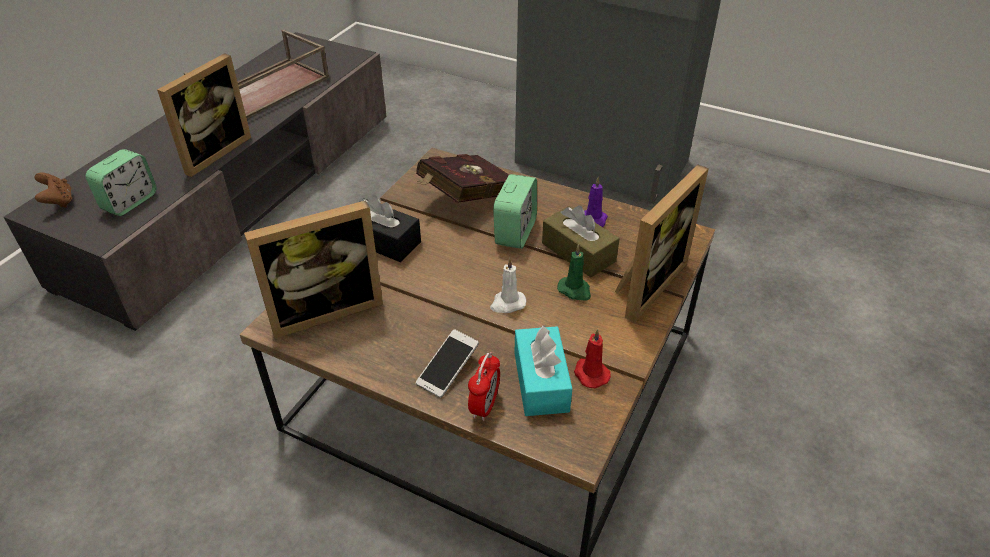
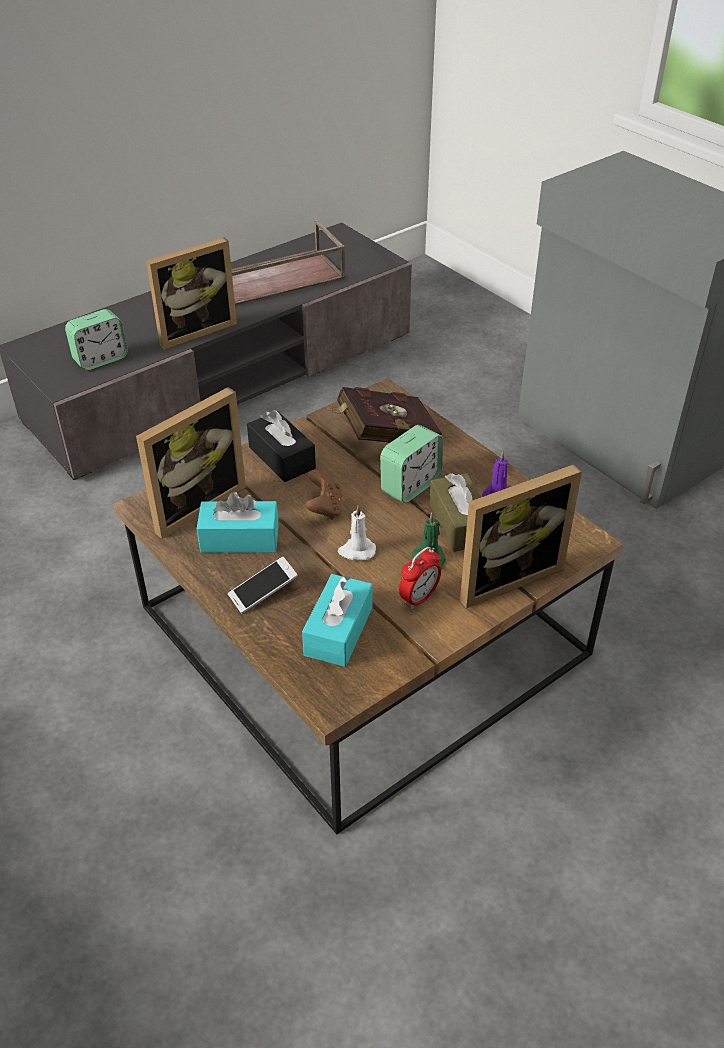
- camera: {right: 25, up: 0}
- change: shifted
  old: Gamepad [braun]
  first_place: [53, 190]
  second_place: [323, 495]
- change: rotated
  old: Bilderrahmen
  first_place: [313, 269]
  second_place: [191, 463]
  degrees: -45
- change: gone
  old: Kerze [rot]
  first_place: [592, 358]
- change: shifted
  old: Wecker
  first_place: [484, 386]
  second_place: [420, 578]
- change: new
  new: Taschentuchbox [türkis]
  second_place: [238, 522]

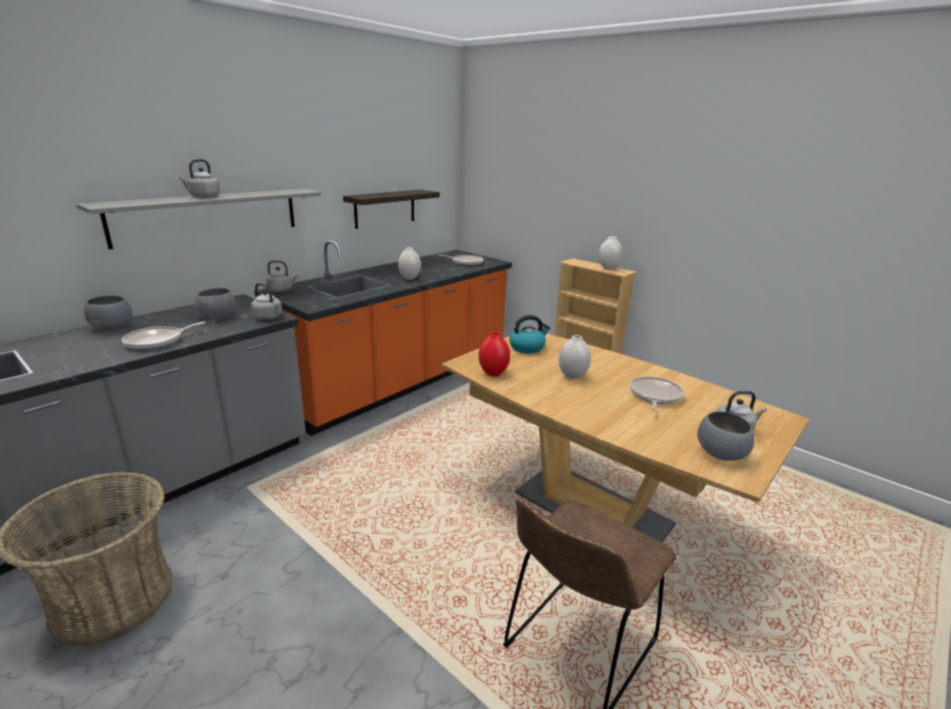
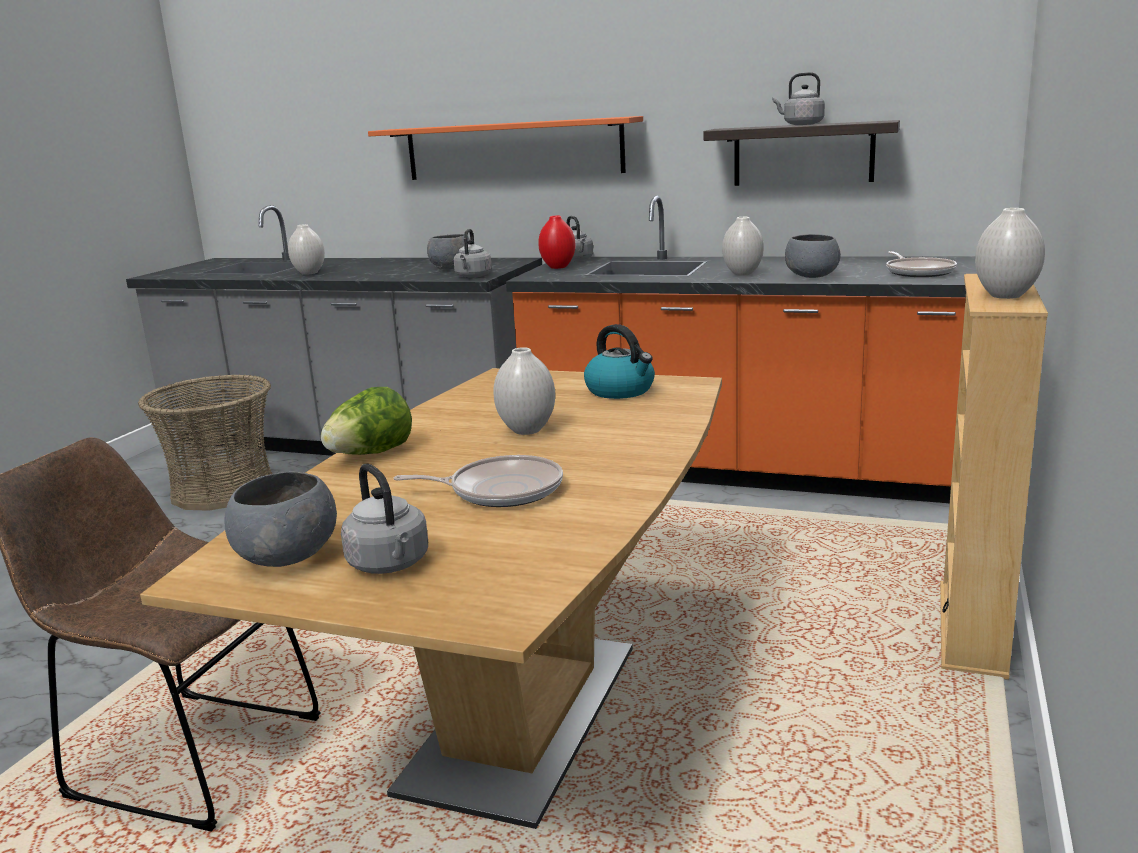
- camera: {right: 70, up: -5}
- change: shifted
  old: Wasserkessel [grau]
  first_place: [199, 178]
  second_place: [798, 98]
- change: repainted
  old: Wandregal [grau]
  new: Wandregal [orange]
  first_place: [198, 219]
  second_place: [505, 148]
- change: shifted
  old: Schüssel [grau]
  first_place: [108, 312]
  second_place: [813, 256]
- change: gone
  old: Pfanne
  first_place: [163, 336]
- change: shifted
  old: Vase [rot]
  first_place: [494, 354]
  second_place: [557, 242]
- change: new
  new: Vase [weiß]
  second_place: [306, 249]
- change: new
  new: Salatkopf
  second_place: [366, 421]

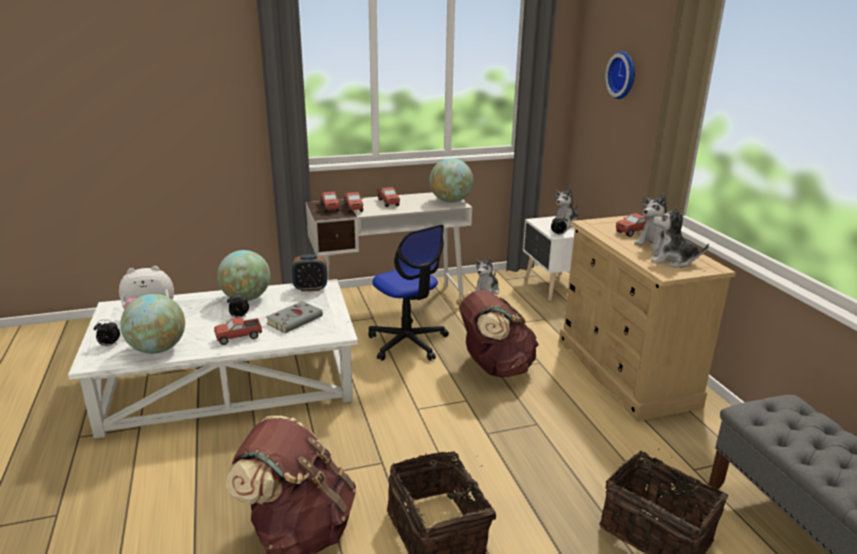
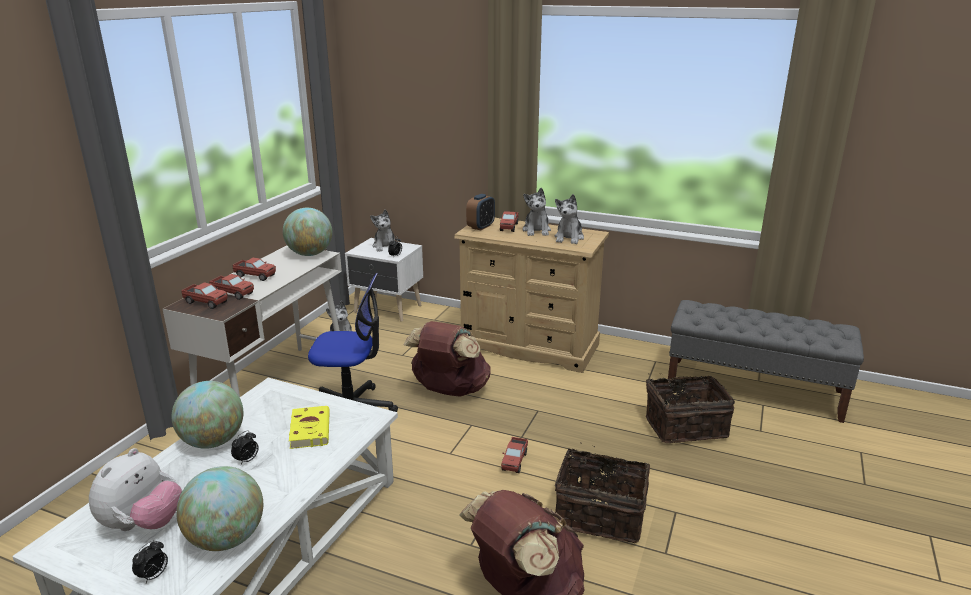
- camera: {right: -50, up: 0}
- change: gone
  old: Wanduhr
  first_place: [620, 75]
- change: rotated
  old: Plüschtier
  first_place: [680, 236]
  second_place: [569, 219]
  degrees: -45
- change: shifted
  old: Wecker
  first_place: [309, 273]
  second_place: [480, 212]
- change: repainted
  old: Buch [grau]
  new: Buch [gelb]
  first_place: [294, 317]
  second_place: [309, 427]
- change: shifted
  old: Spielzeuglaster
  first_place: [238, 331]
  second_place: [514, 455]

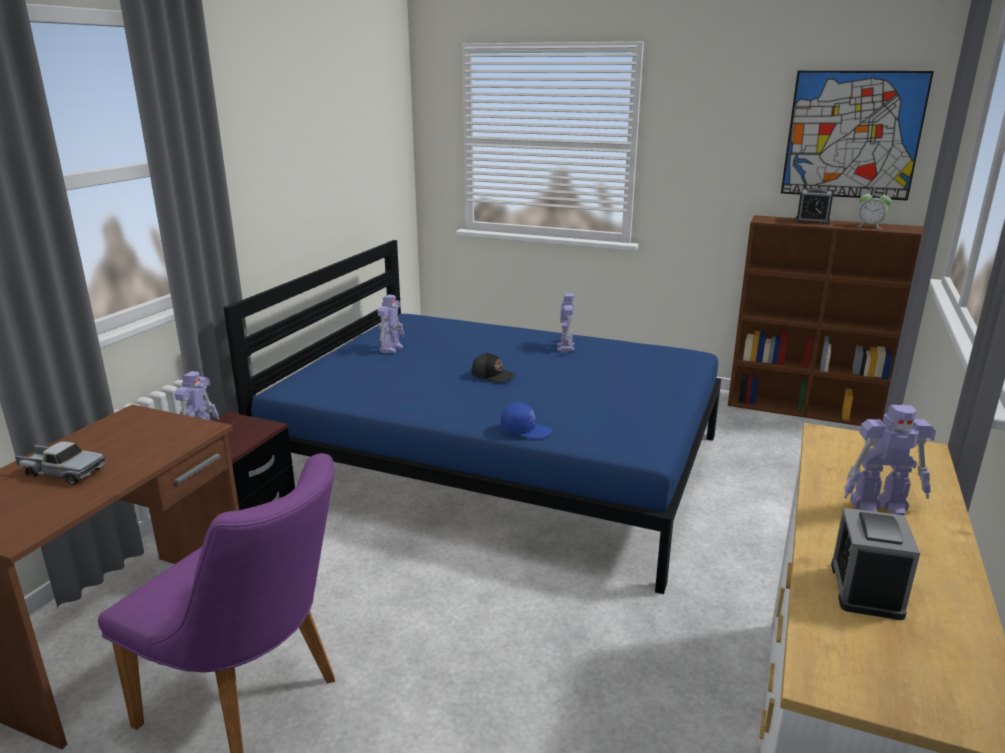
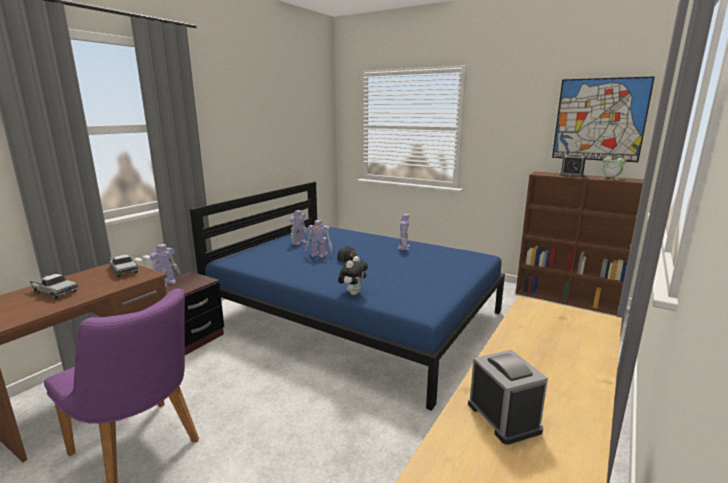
- camera: {right: 10, up: -5}
- change: swapped
  old: Kappe [blau]
  new: Plüschtier
  first_place: [526, 421]
  second_place: [353, 275]
- change: shifted
  old: Spielzeugroboter
  first_place: [890, 460]
  second_place: [318, 239]
- change: rotated
  old: Wecker
  first_place: [875, 564]
  second_place: [508, 397]
  degrees: 135
- change: new
  new: Spielzeuglaster
  second_place: [124, 265]

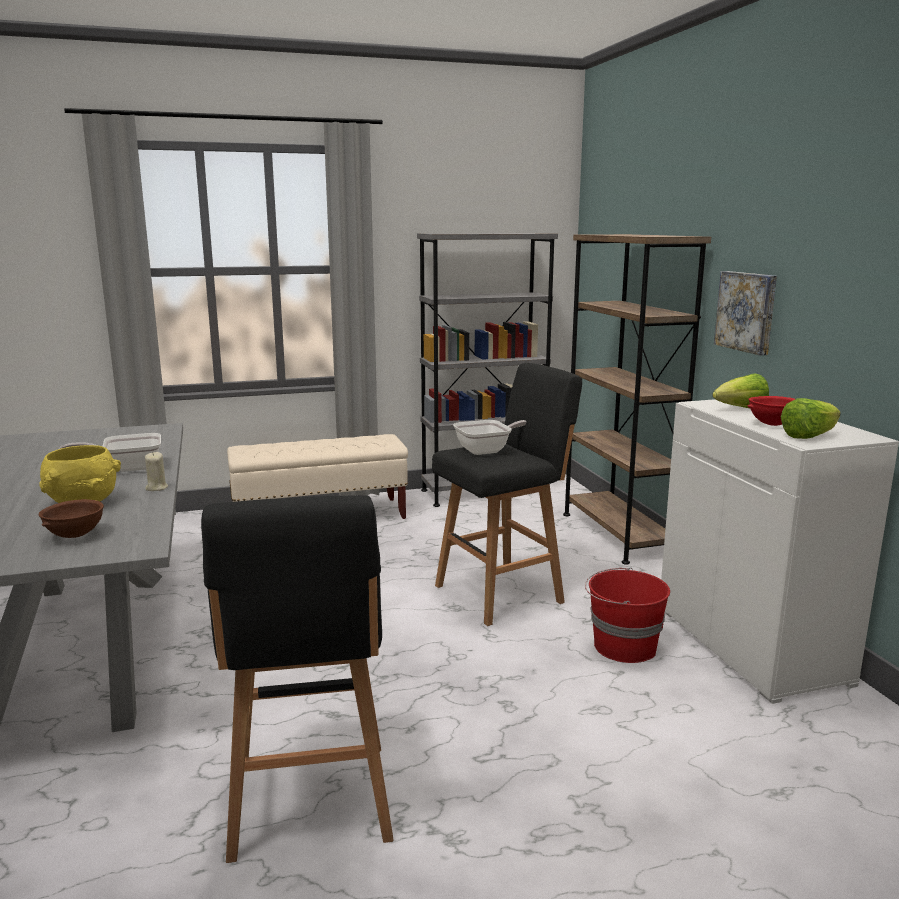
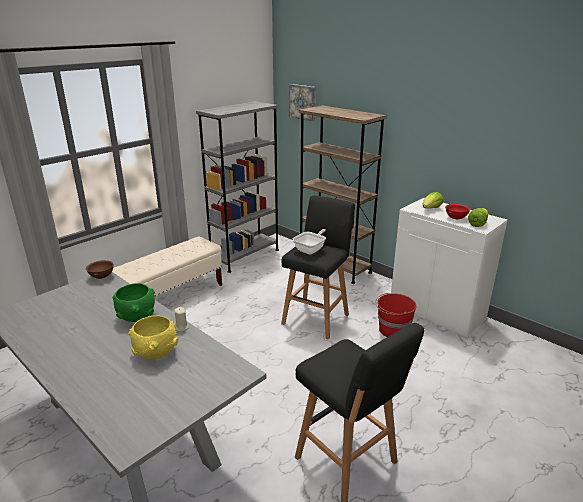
- camera: {right: -30, up: 10}
- change: shifted
  old: Bild
  first_place: [745, 313]
  second_place: [302, 102]
- change: swapped
  old: Pfanne
  new: Schüssel [grün]
  first_place: [110, 452]
  second_place: [133, 302]
- change: shifted
  old: Schüssel [braun]
  first_place: [71, 518]
  second_place: [100, 269]

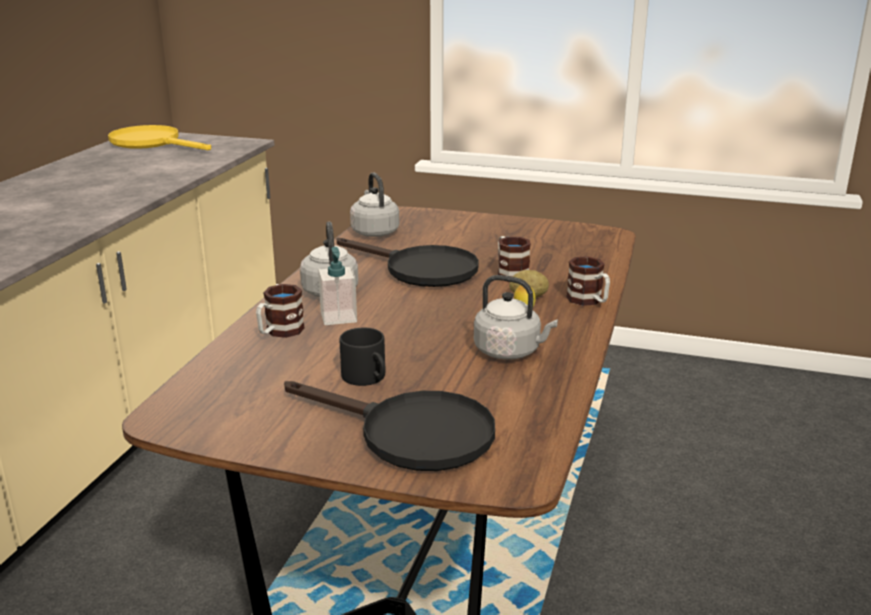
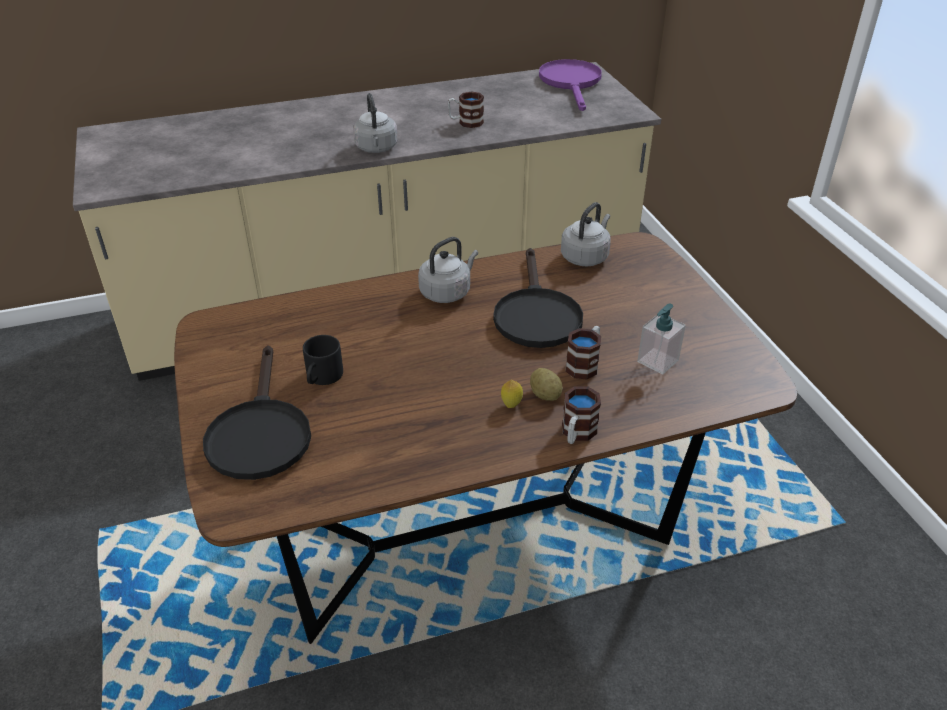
- camera: {right: 55, up: 15}
- change: repainted
  old: Pfanne [gelb]
  new: Pfanne [lila]
  first_place: [159, 137]
  second_place: [570, 85]
- change: shifted
  old: Seifenspender
  first_place: [337, 286]
  second_place: [661, 339]
- change: shifted
  old: Wasserkessel [grau]
  first_place: [516, 317]
  second_place: [375, 123]
- change: shifted
  old: Henkelbecher
  first_place: [280, 311]
  second_place: [466, 109]

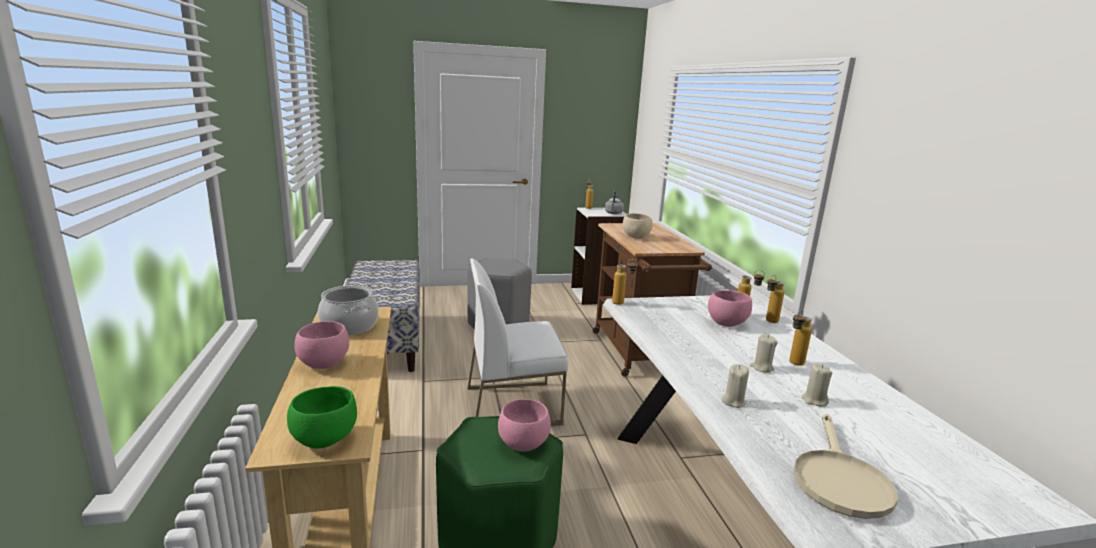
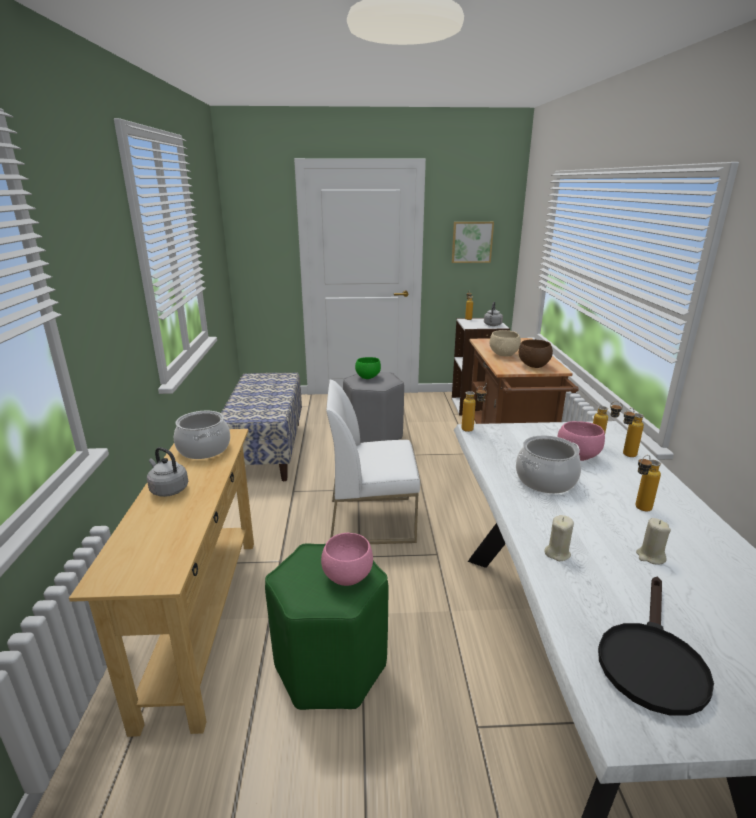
- camera: {right: 10, up: 5}
- change: swapped
  old: Schüssel [rosa]
  new: Wasserkessel [grau]
  first_place: [321, 345]
  second_place: [167, 472]
- change: gone
  old: Kerze [beige]
  first_place: [763, 353]
- change: shifted
  old: Schüssel [grün]
  first_place: [322, 417]
  second_place: [368, 368]
- change: repainted
  old: Pfanne [beige]
  new: Pfanne [schwarz]
  first_place: [845, 466]
  second_place: [656, 646]
- change: new
  new: Bild
  second_place: [473, 242]
- change: new
  new: Schüssel [braun]
  second_place: [536, 353]
- change: new
  new: Kochtopf
  second_place: [548, 464]

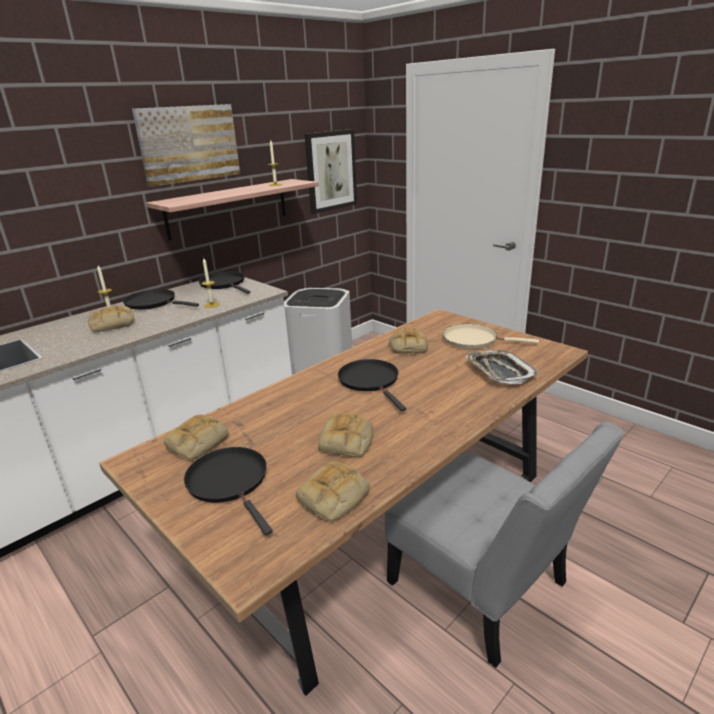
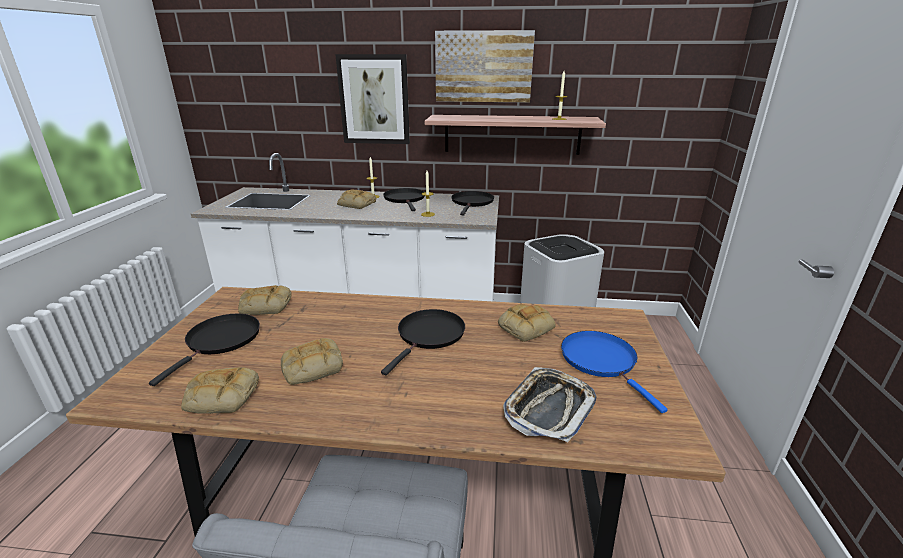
- camera: {right: 50, up: 0}
- change: shifted
  old: Bild
  first_place: [331, 171]
  second_place: [372, 99]
- change: repainted
  old: Pfanne [beige]
  new: Pfanne [blau]
  first_place: [491, 336]
  second_place: [614, 372]

